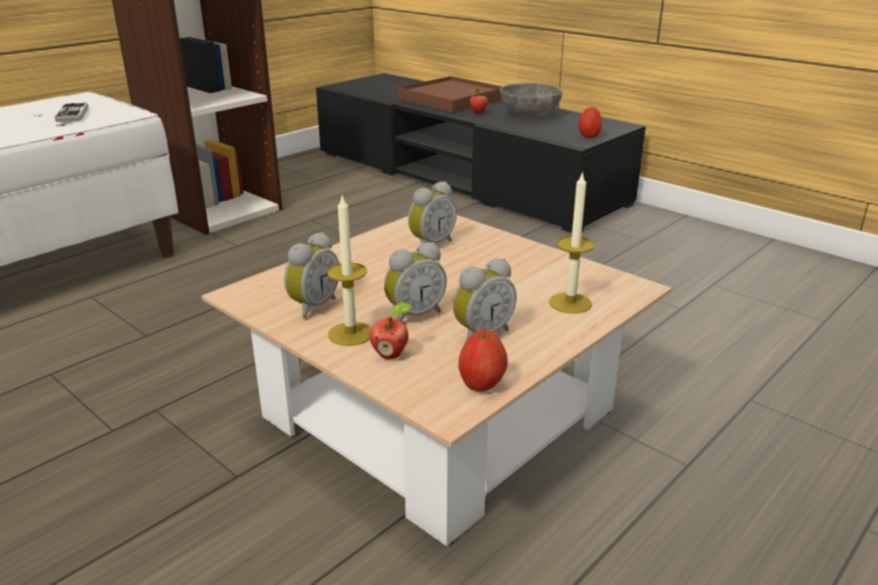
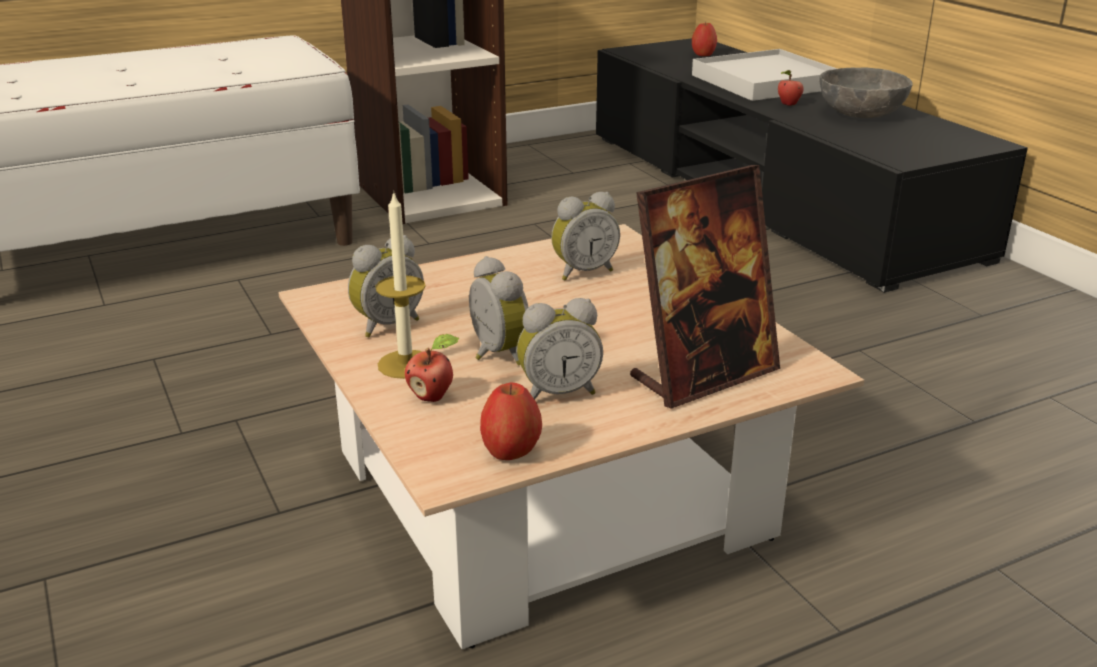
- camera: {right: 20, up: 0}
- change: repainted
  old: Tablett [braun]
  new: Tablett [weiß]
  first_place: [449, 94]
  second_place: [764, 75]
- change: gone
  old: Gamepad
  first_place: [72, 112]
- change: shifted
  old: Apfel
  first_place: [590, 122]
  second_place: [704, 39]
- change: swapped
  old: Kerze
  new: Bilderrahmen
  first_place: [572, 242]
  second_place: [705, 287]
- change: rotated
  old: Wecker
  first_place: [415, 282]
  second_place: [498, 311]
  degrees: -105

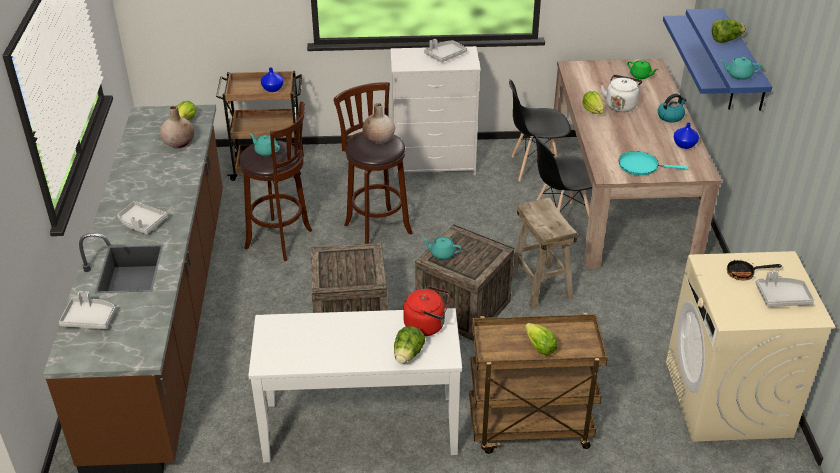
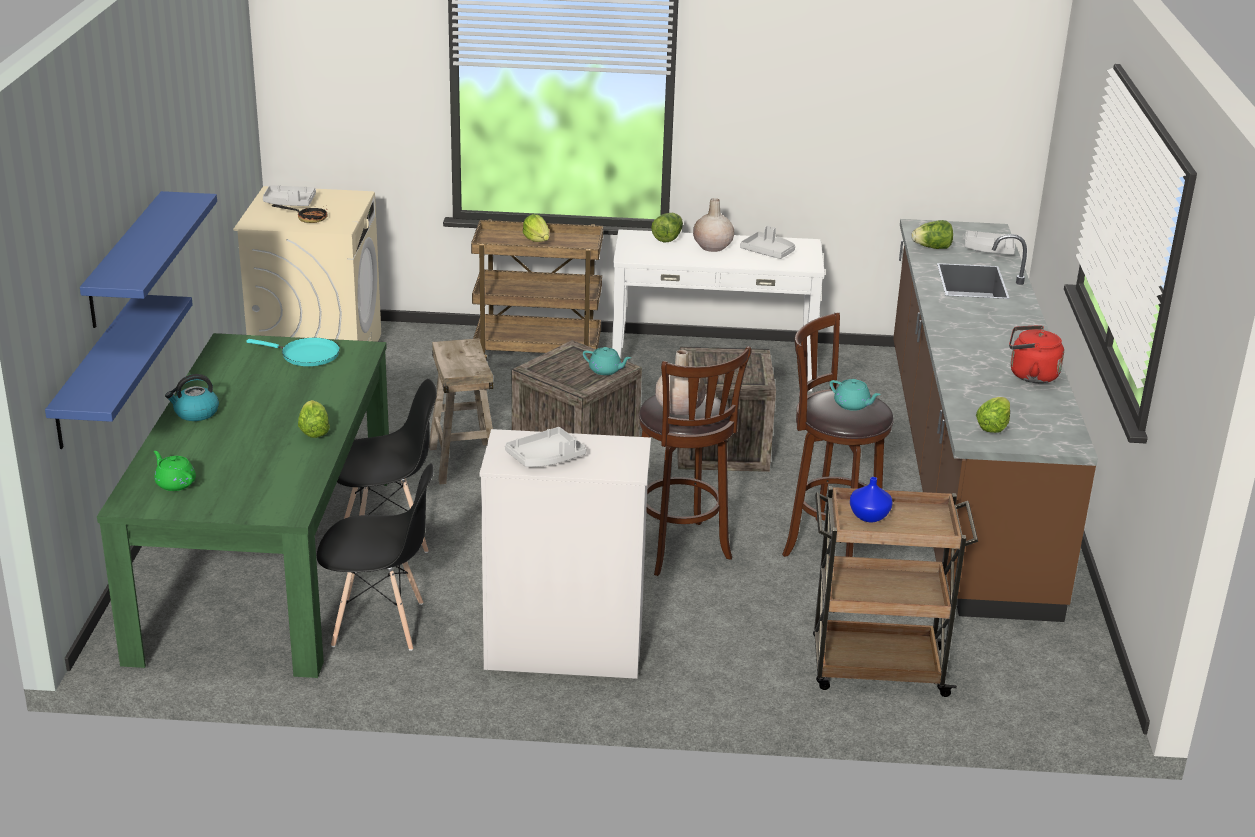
- camera: {right: -175, up: -10}
- change: shifted
  old: Salatkopf
  first_place: [729, 31]
  second_place: [932, 234]
- change: gone
  old: Teekanne [türkis]
  first_place: [741, 68]
- change: repainted
  old: Esstisch [beige]
  new: Esstisch [grün]
  first_place: [638, 164]
  second_place: [243, 505]
- change: gone
  old: Wasserkessel [weiß]
  first_place: [621, 93]
- change: shifted
  old: Vase [beige]
  first_place: [177, 127]
  second_place: [713, 225]
- change: gone
  old: Vase [blau]
  first_place: [686, 135]
- change: shifted
  old: Tablett [grau]
  first_place: [142, 217]
  second_place: [767, 242]
- change: shifted
  old: Wasserkessel [rot]
  first_place: [426, 311]
  second_place: [1036, 354]

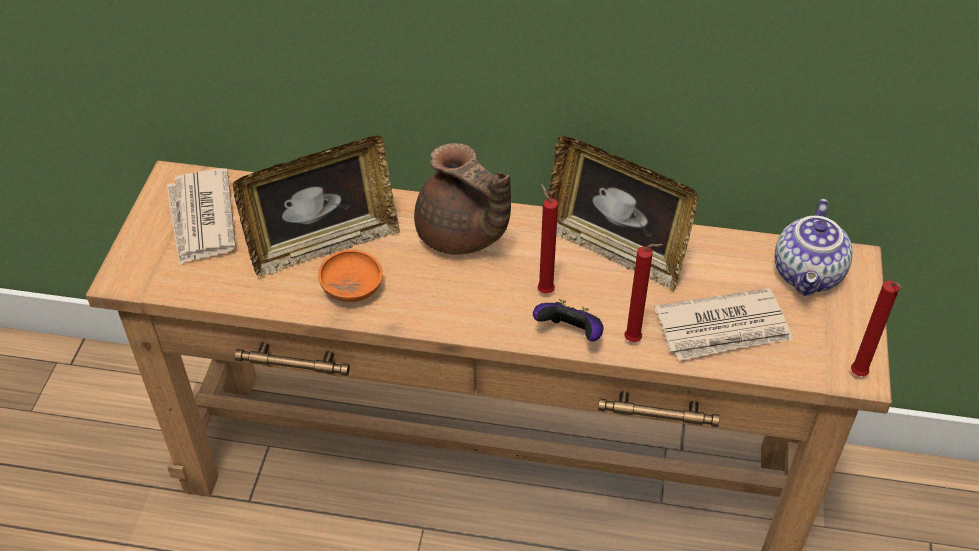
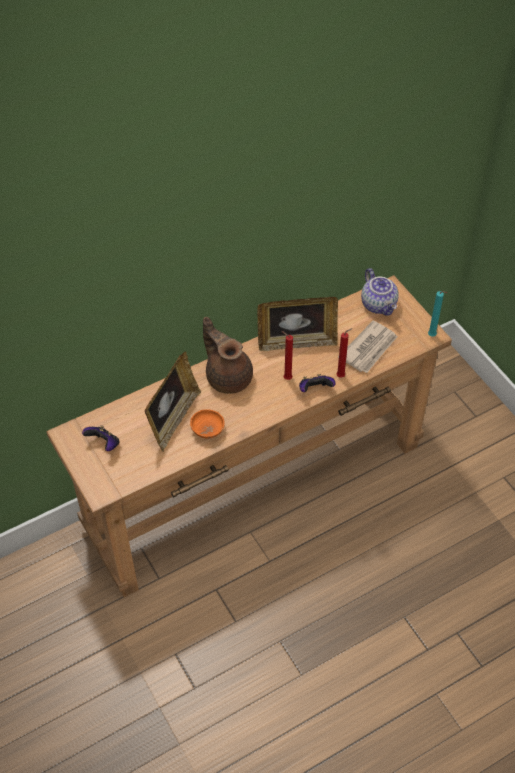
- camera: {right: -40, up: 5}
- change: rotated
  old: Teekanne [braun]
  first_place: [462, 199]
  second_place: [228, 355]
  degrees: -135
- change: swapped
  old: Zeitung
  new: Gamepad
  first_place: [201, 216]
  second_place: [100, 438]
- change: repainted
  old: Kerze [rot]
  new: Kerze [türkis]
  first_place: [876, 328]
  second_place: [437, 314]

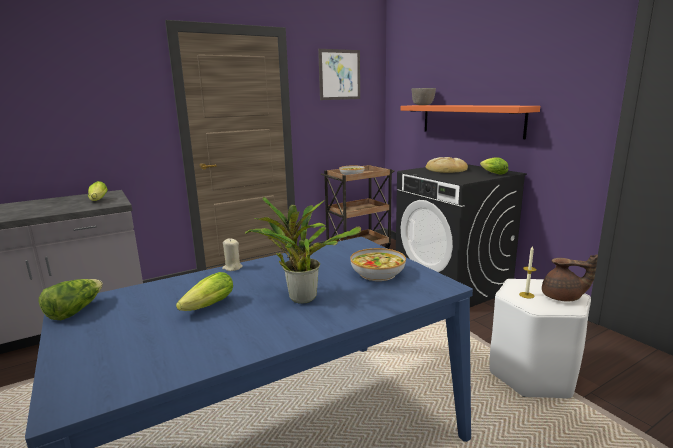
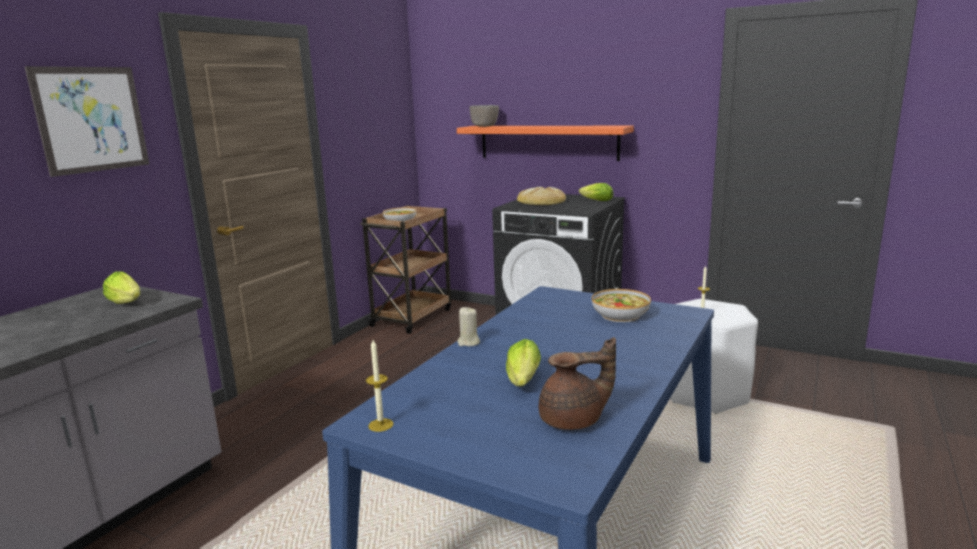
- camera: {right: -30, up: 0}
- change: shifted
  old: Bild
  first_place: [339, 74]
  second_place: [86, 121]
- change: gone
  old: Topfpflanze
  first_place: [302, 250]
- change: shifted
  old: Teekanne [braun]
  first_place: [570, 278]
  second_place: [577, 383]
- change: swapped
  old: Salatkopf
  new: Kerze
  first_place: [71, 299]
  second_place: [379, 386]

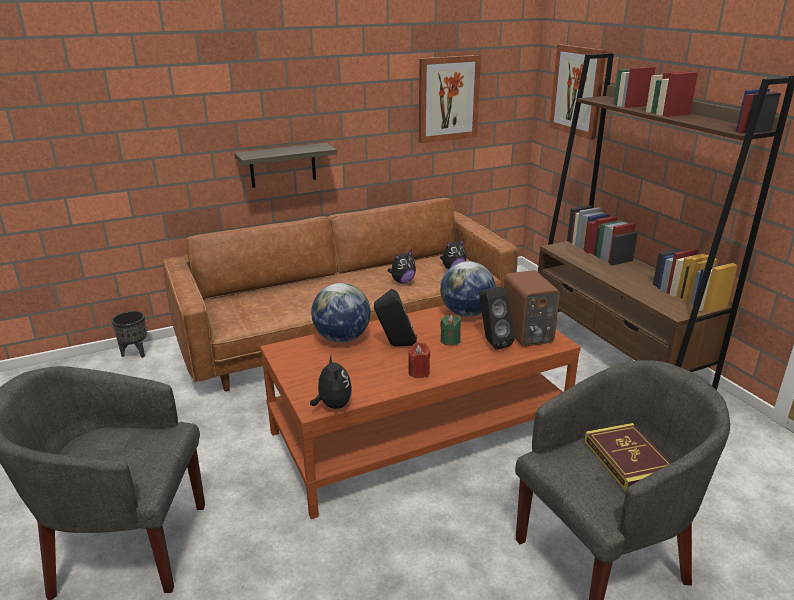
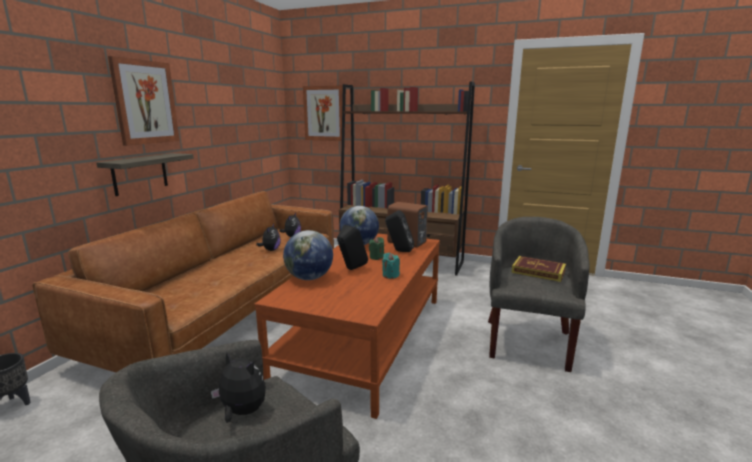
- camera: {right: -45, up: -10}
- change: shifted
  old: Bild
  first_place: [450, 99]
  second_place: [143, 101]
- change: repainted
  old: Kerze [rot]
  new: Kerze [türkis]
  first_place: [419, 360]
  second_place: [391, 266]
- change: shifted
  old: Plüschtier
  first_place: [331, 382]
  second_place: [238, 387]

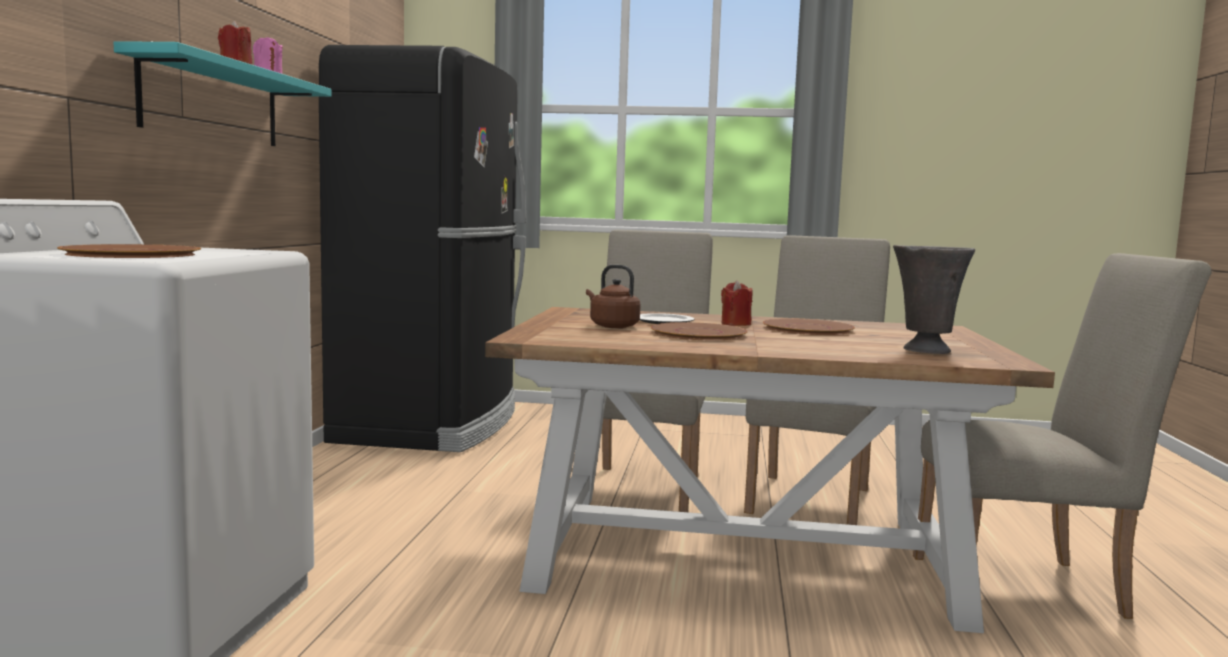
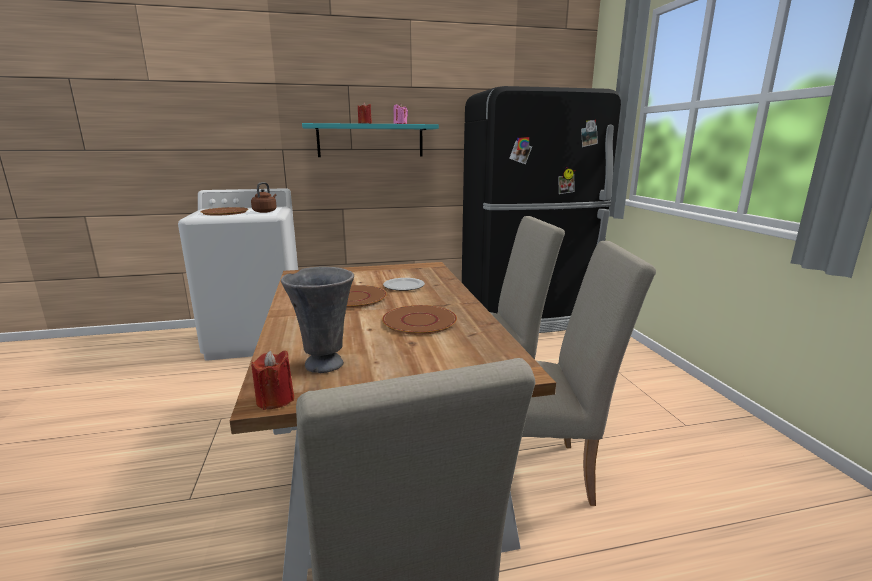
- camera: {right: 70, up: 10}
- change: shifted
  old: Wasserkessel [braun]
  first_place: [613, 296]
  second_place: [264, 197]
- change: shifted
  old: Kerze [rot]
  first_place: [736, 303]
  second_place: [272, 380]

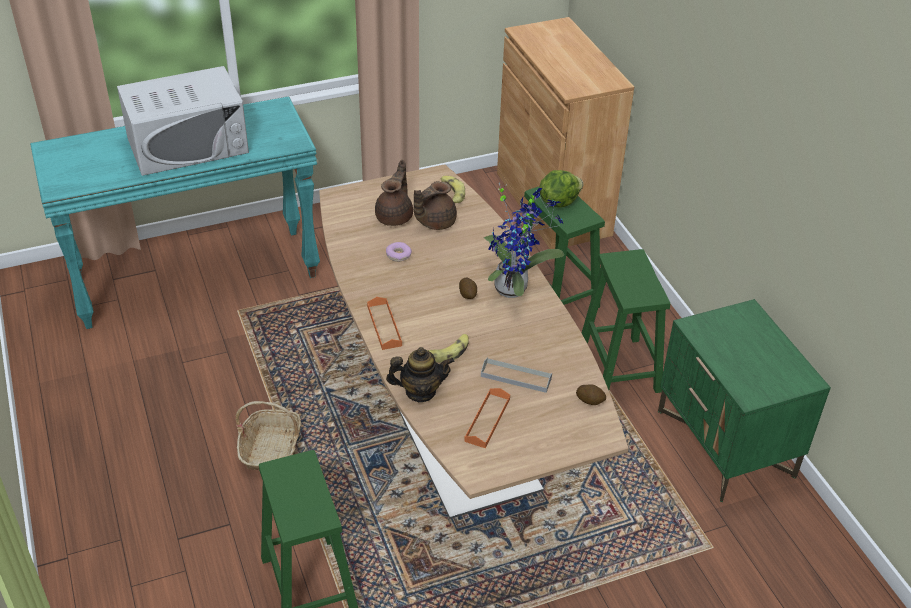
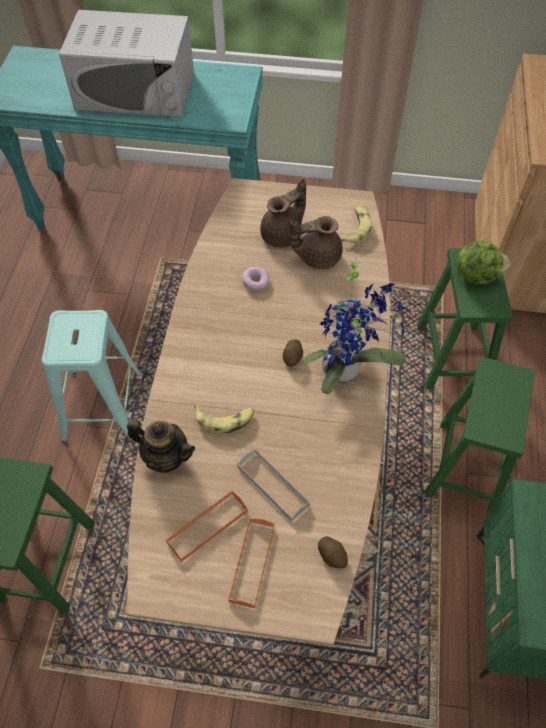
- camera: {right: 30, up: 15}
- change: shifted
  old: Tablett [orange]
  first_place: [384, 323]
  second_place: [251, 563]
- change: swapped
  old: Korb
  new: Hocker [türkis]
  first_place: [268, 435]
  second_place: [92, 376]

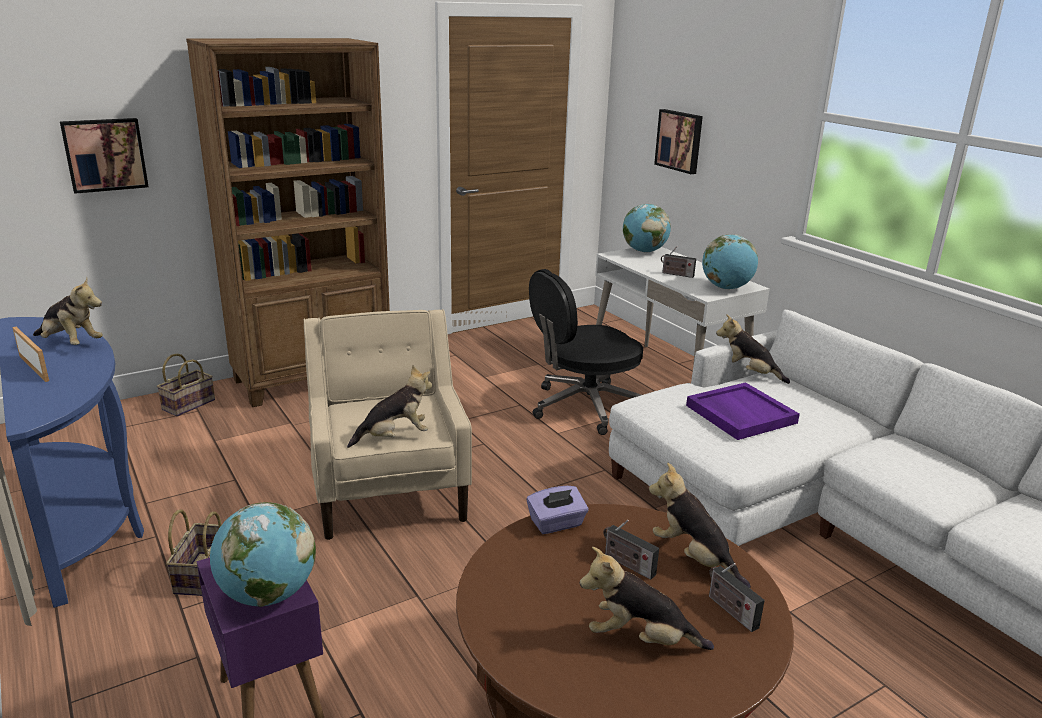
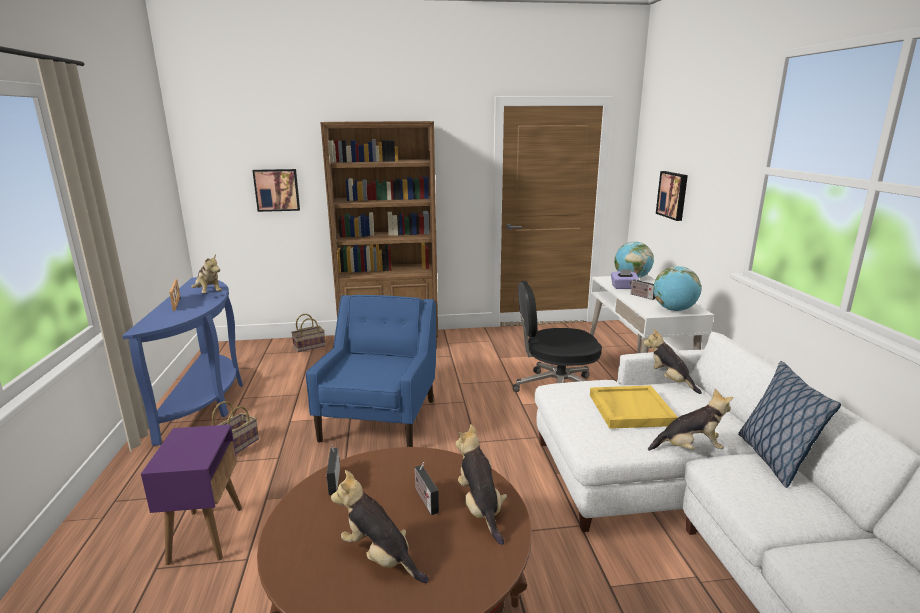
- camera: {right: 25, up: -5}
- change: repainted
  old: Sessel [beige]
  new: Sessel [blau]
  first_place: [388, 424]
  second_place: [371, 371]
- change: shifted
  old: Plüschtier
  first_place: [389, 406]
  second_place: [691, 419]
- change: repainted
  old: Tablett [lila]
  new: Tablett [gelb]
  first_place: [743, 411]
  second_place: [634, 407]
- change: shifted
  old: Taschentuchbox [lila]
  first_place: [557, 510]
  second_place: [625, 279]
- change: gone
  old: Globus
  first_place: [263, 554]
- change: shifted
  old: Radio
  first_place: [737, 597]
  second_place: [333, 470]
- change: new
  new: Kissen
  second_place: [789, 424]

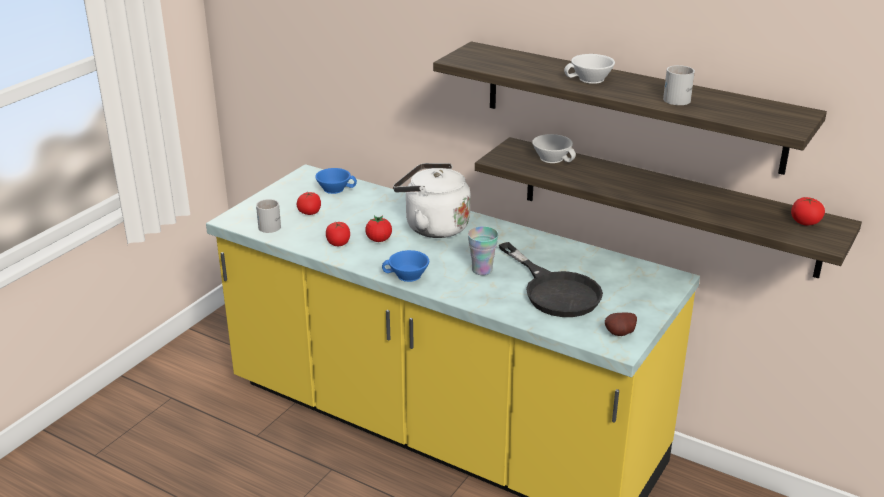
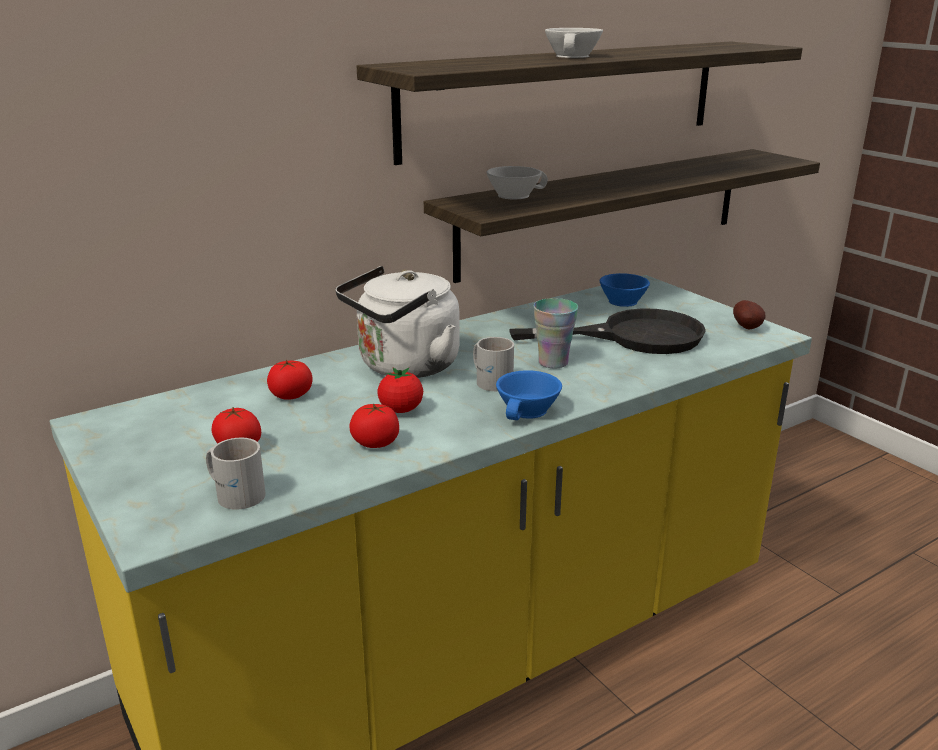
- camera: {right: -65, up: -5}
- change: shifted
  old: Henkelbecher [weiß]
  first_place: [679, 85]
  second_place: [493, 364]
- change: shifted
  old: Tasse [blau]
  first_place: [336, 181]
  second_place: [625, 290]
- change: shifted
  old: Tomate
  first_place: [808, 211]
  second_place: [289, 380]

